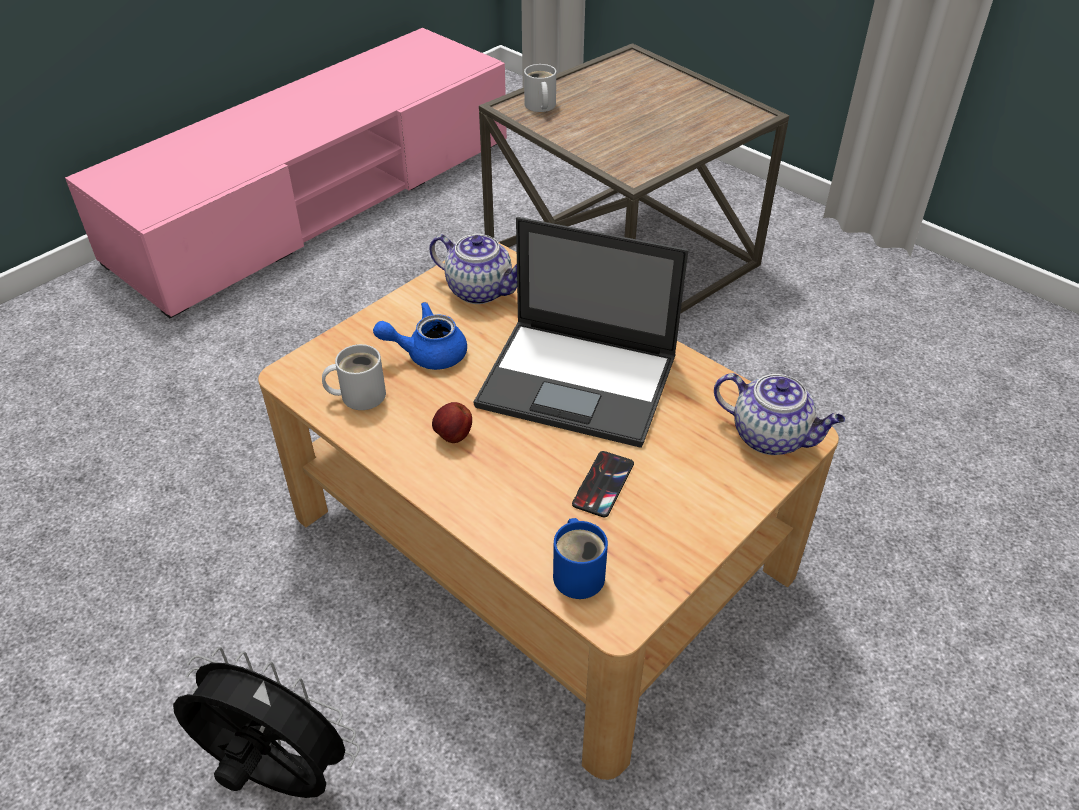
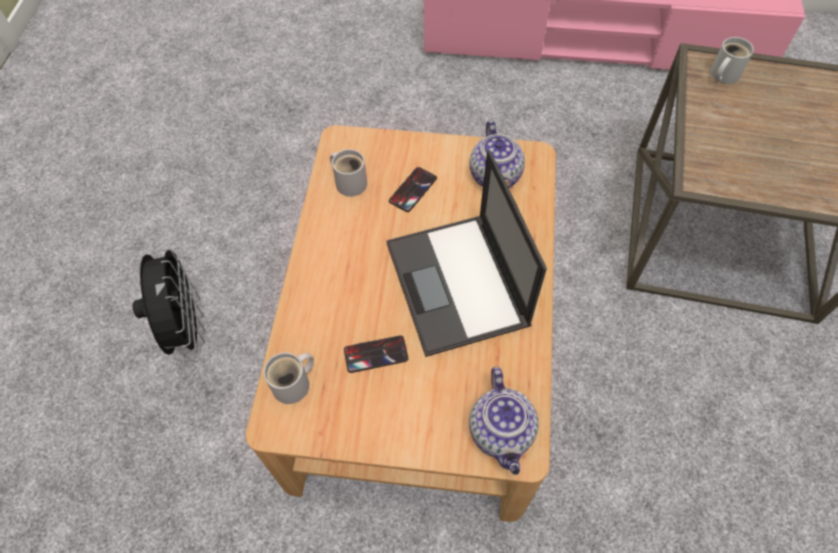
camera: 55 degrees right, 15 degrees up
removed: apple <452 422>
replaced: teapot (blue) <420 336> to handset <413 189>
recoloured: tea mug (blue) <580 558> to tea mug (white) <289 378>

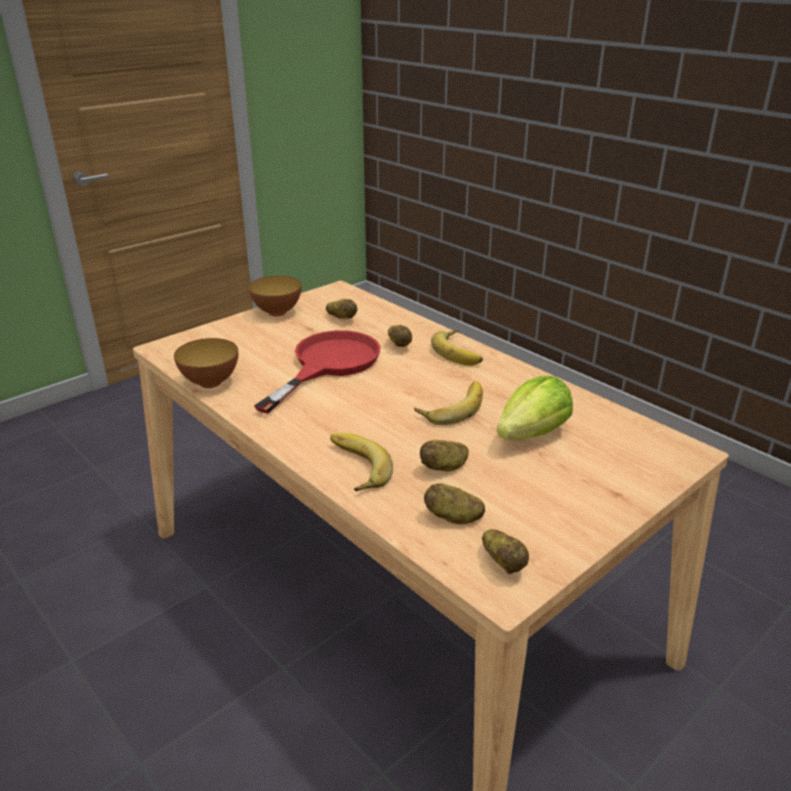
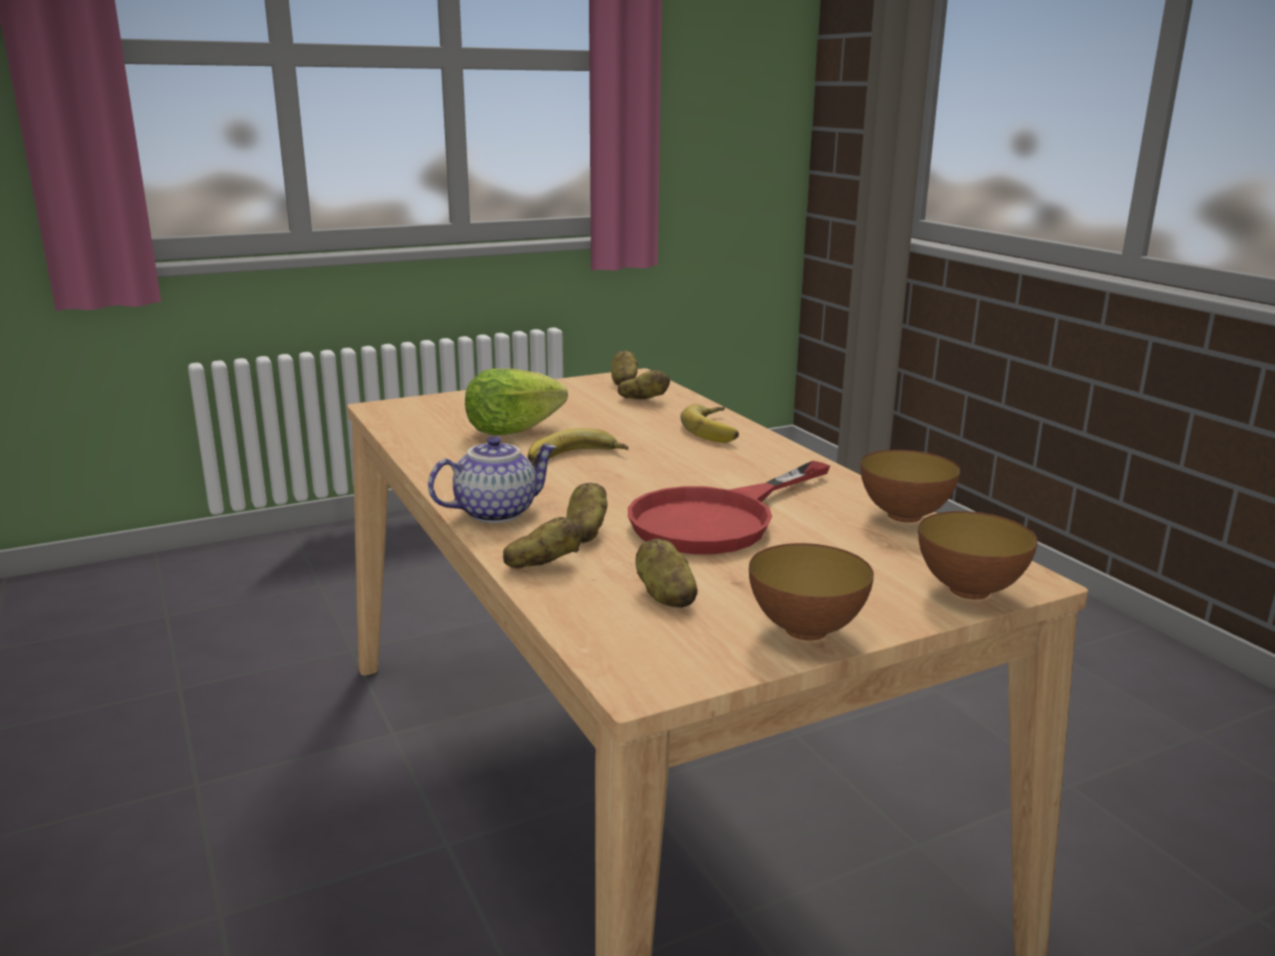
camera: 165 degrees left, 10 degrees down
added: serving bowl <978 555>
moved: whole potato <444 455> to <543 543>
replaced: banana fruit <457 347> to teapot <492 479>

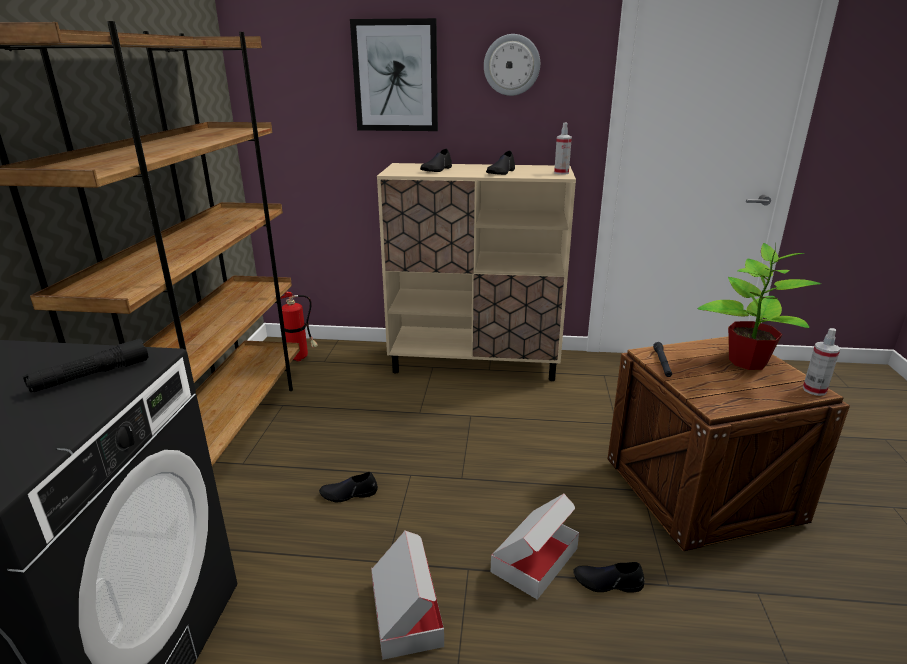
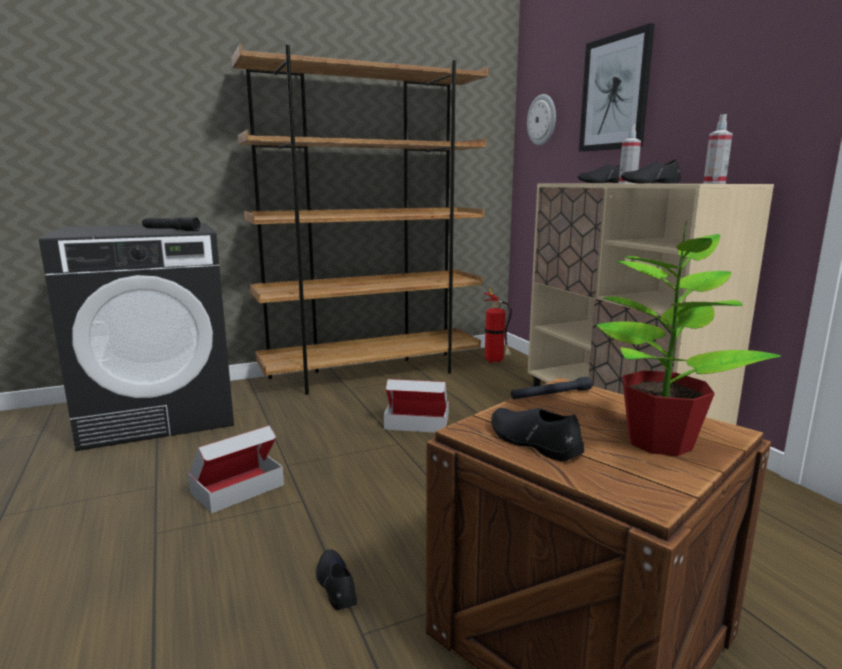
camera: 60 degrees right, 10 degrees down
moved: packing box <535 547> to <416 406>; item of footwear (black-coloured) <348 487> to <537 435>; wall clock <512 65> to <541 119>; hand sprayer <821 362> to <630 153>

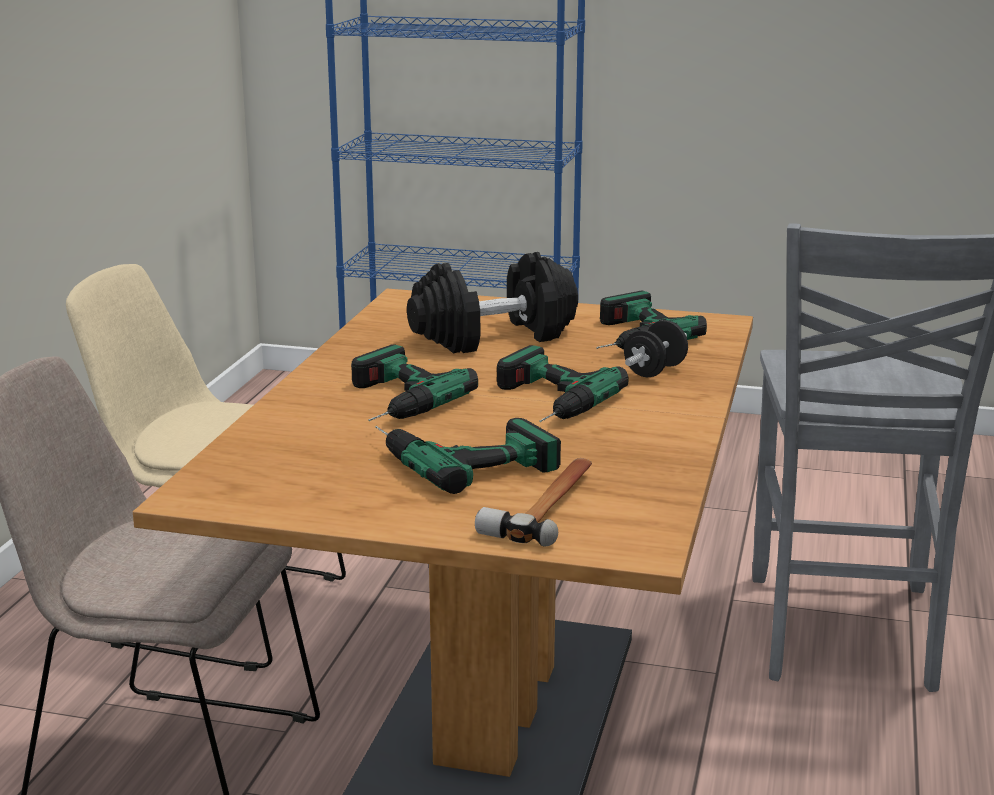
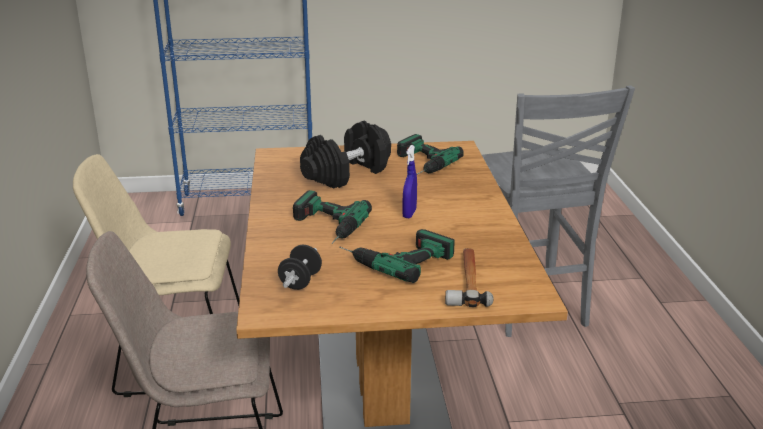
camera: 20 degrees left, 5 degrees up
moved: dumbbell (black-coloured) <656 348> to <300 267>
replaced: electric drill <562 383> to hand sprayer (blue) <409 181>

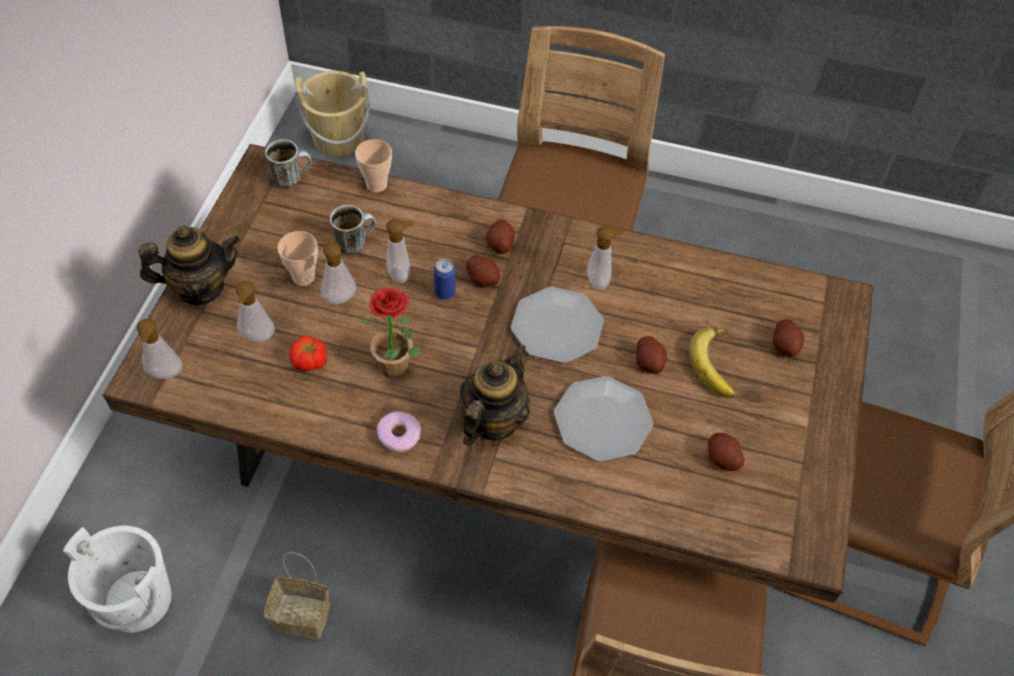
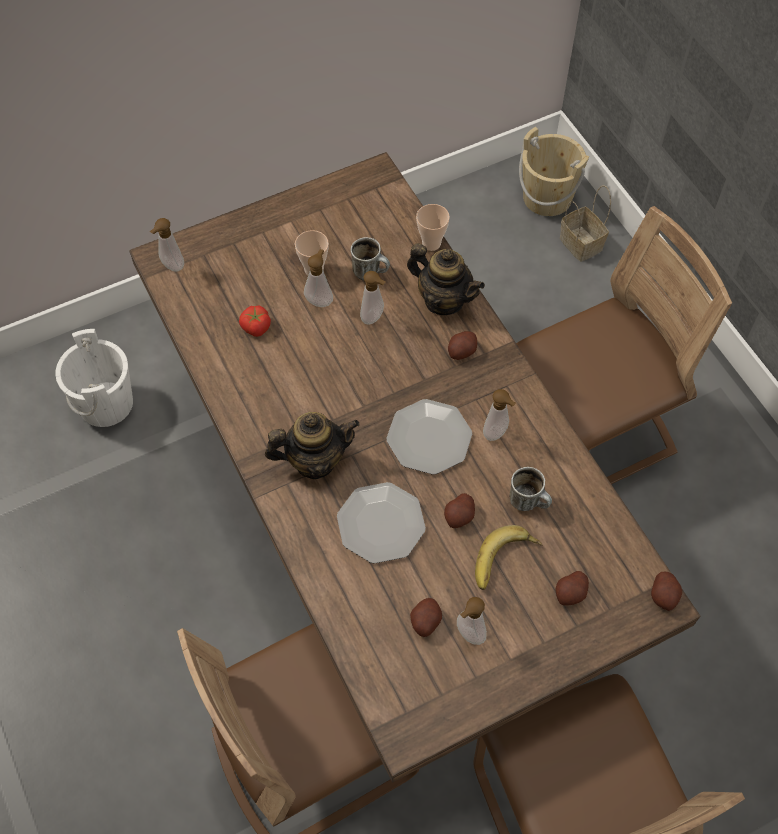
camera: 50 degrees right, 5 degrees up
removed: plant in a pot <390 333>; doughnut <399 431>; metal can <445 279>
moved: teapot <189 265> to <446 279>; soap bottle <255 311> to <472 621>; tea mug <288 163> to <530 489>; storage basket <297 595> to <585 223>; whole potato <483 271> to <666 591>

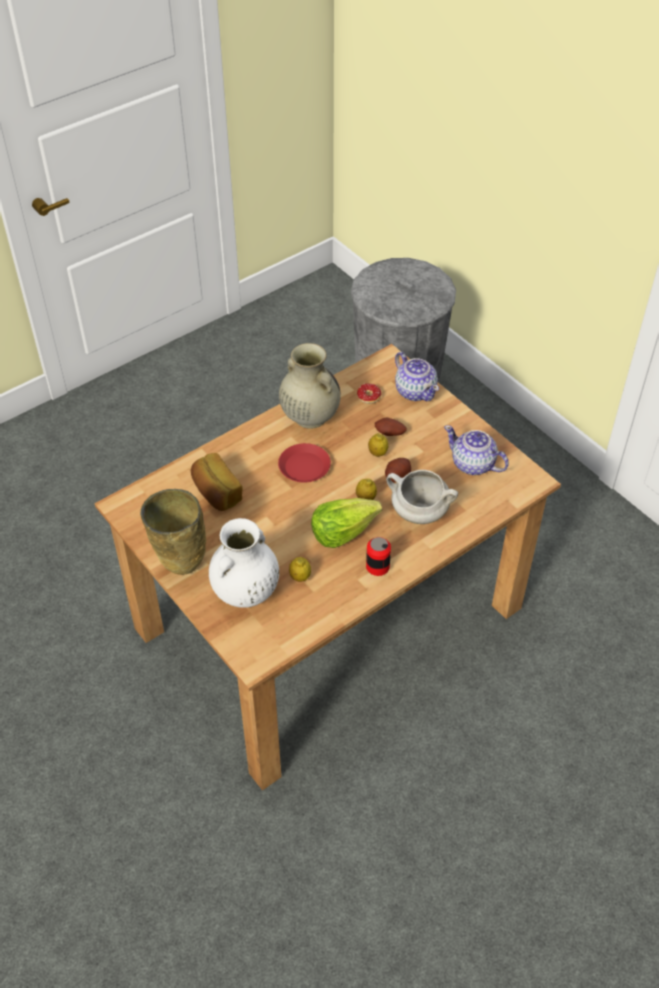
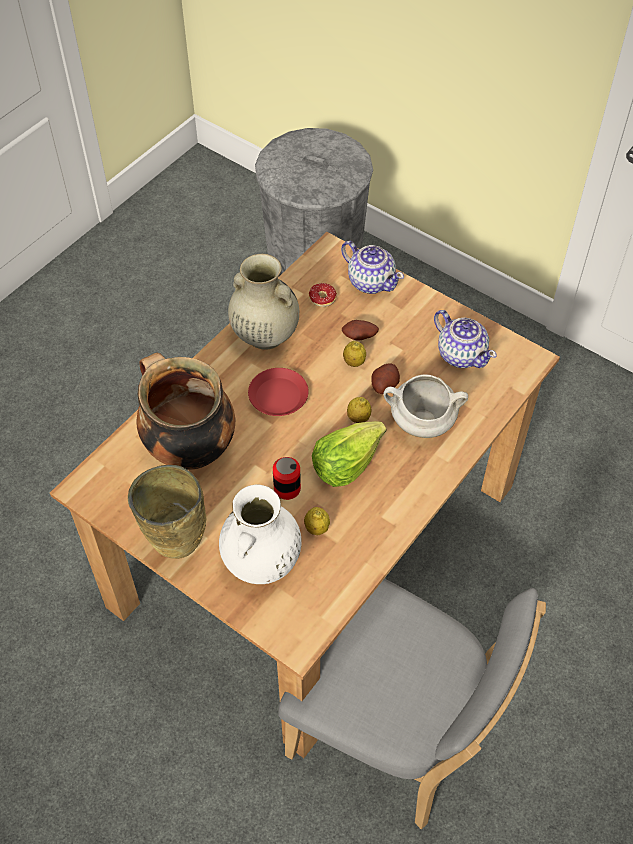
camera: 15 degrees left, 5 degrees up
added: upright chair (greyish) <412 703>
moved: metal can <378 556> to <287 478>
replaced: bakery bread <216 482> to cooking pot <185 411>
turned: teapot <476 450> = <465 339> 150 degrees counterclockwise

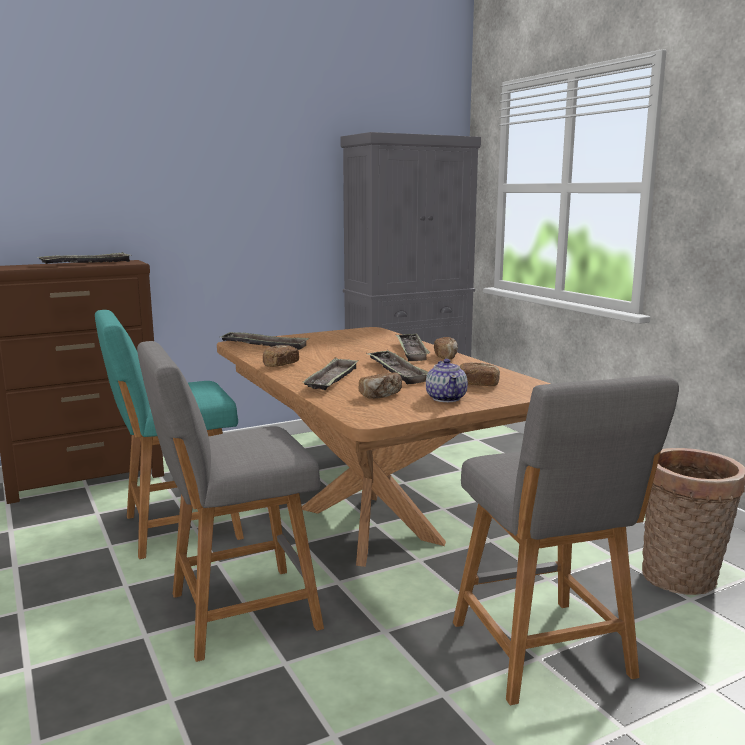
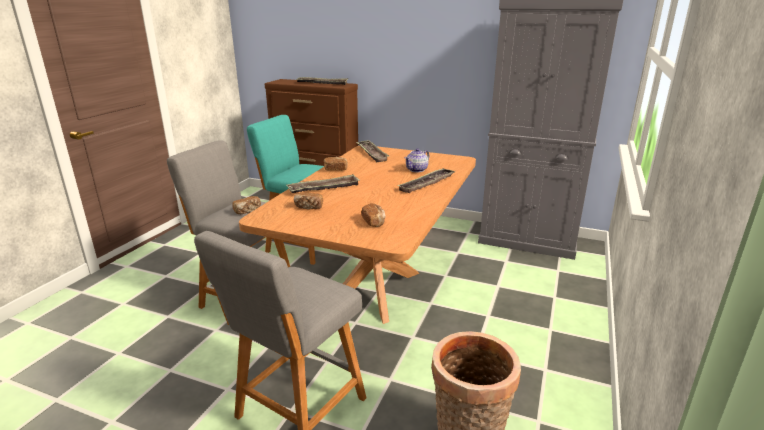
camera: 50 degrees right, 10 degrees up
removed: carrying tray <397 367>
moved: bakery bread <446 348> to <246 205>; teapot <447 380> to <417 160>

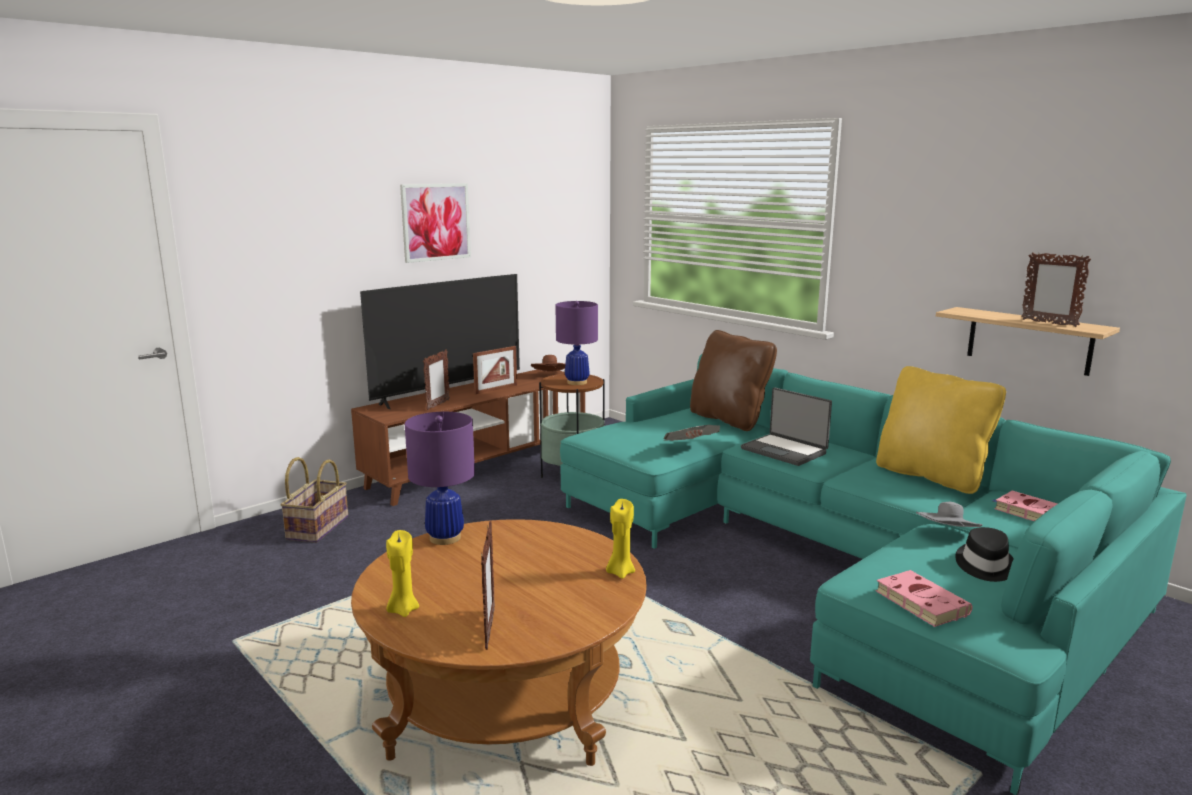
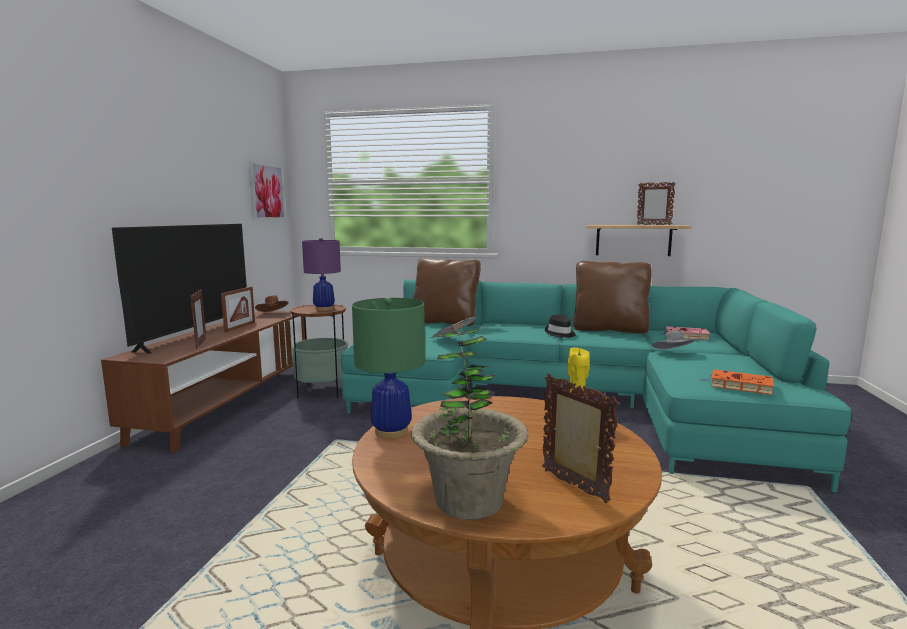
camera: 35 degrees left, 5 degrees down
removed: storage basket <314 500>; portable computer <786 426>
moved: wall art <435 223> to <267 190>; clothing hat (black-coloured) <984 554> to <560 326>
replaced: wax candle (yellowish) <402 573> to plant in a pot <470 423>
recoloured: tabletop lamp (purplish) <440 478> to tabletop lamp (greenish) <388 368>; cushion (yellowish) <941 430> to cushion (brown-coloured) <612 297>; bound book (pink) <924 598> to bound book (orange) <737 382>

